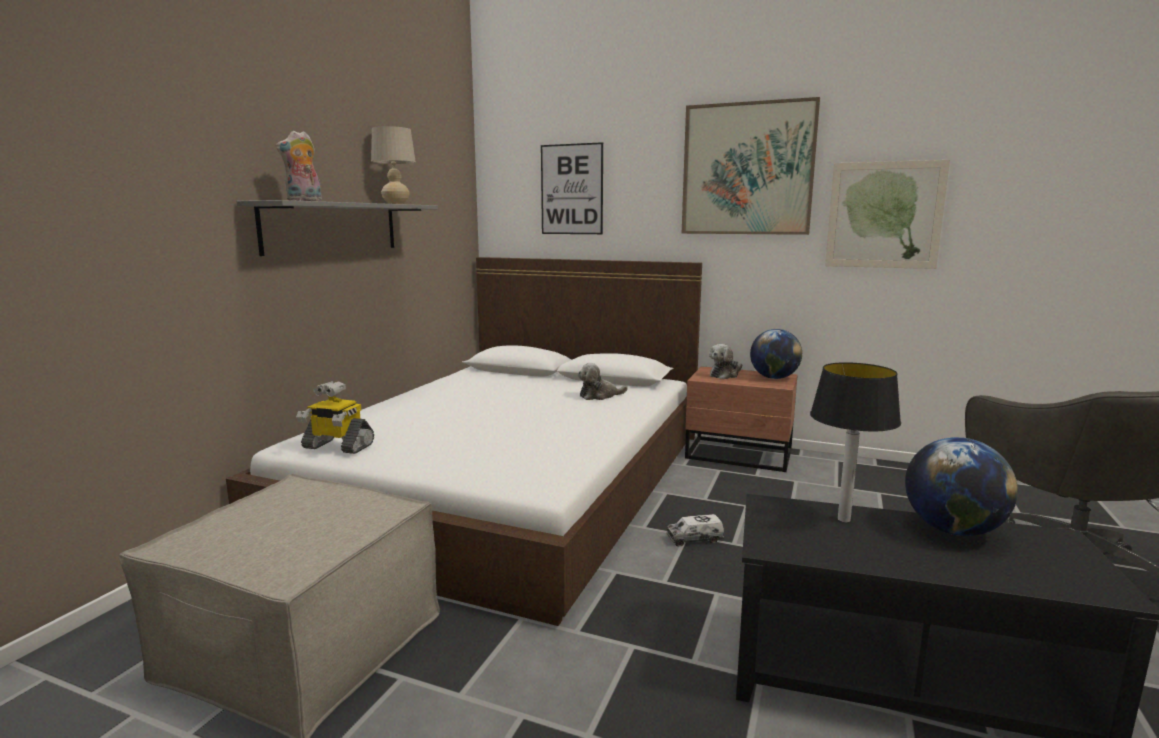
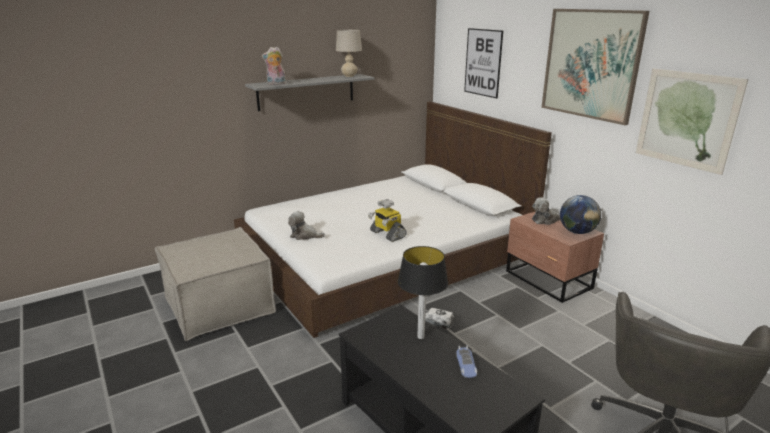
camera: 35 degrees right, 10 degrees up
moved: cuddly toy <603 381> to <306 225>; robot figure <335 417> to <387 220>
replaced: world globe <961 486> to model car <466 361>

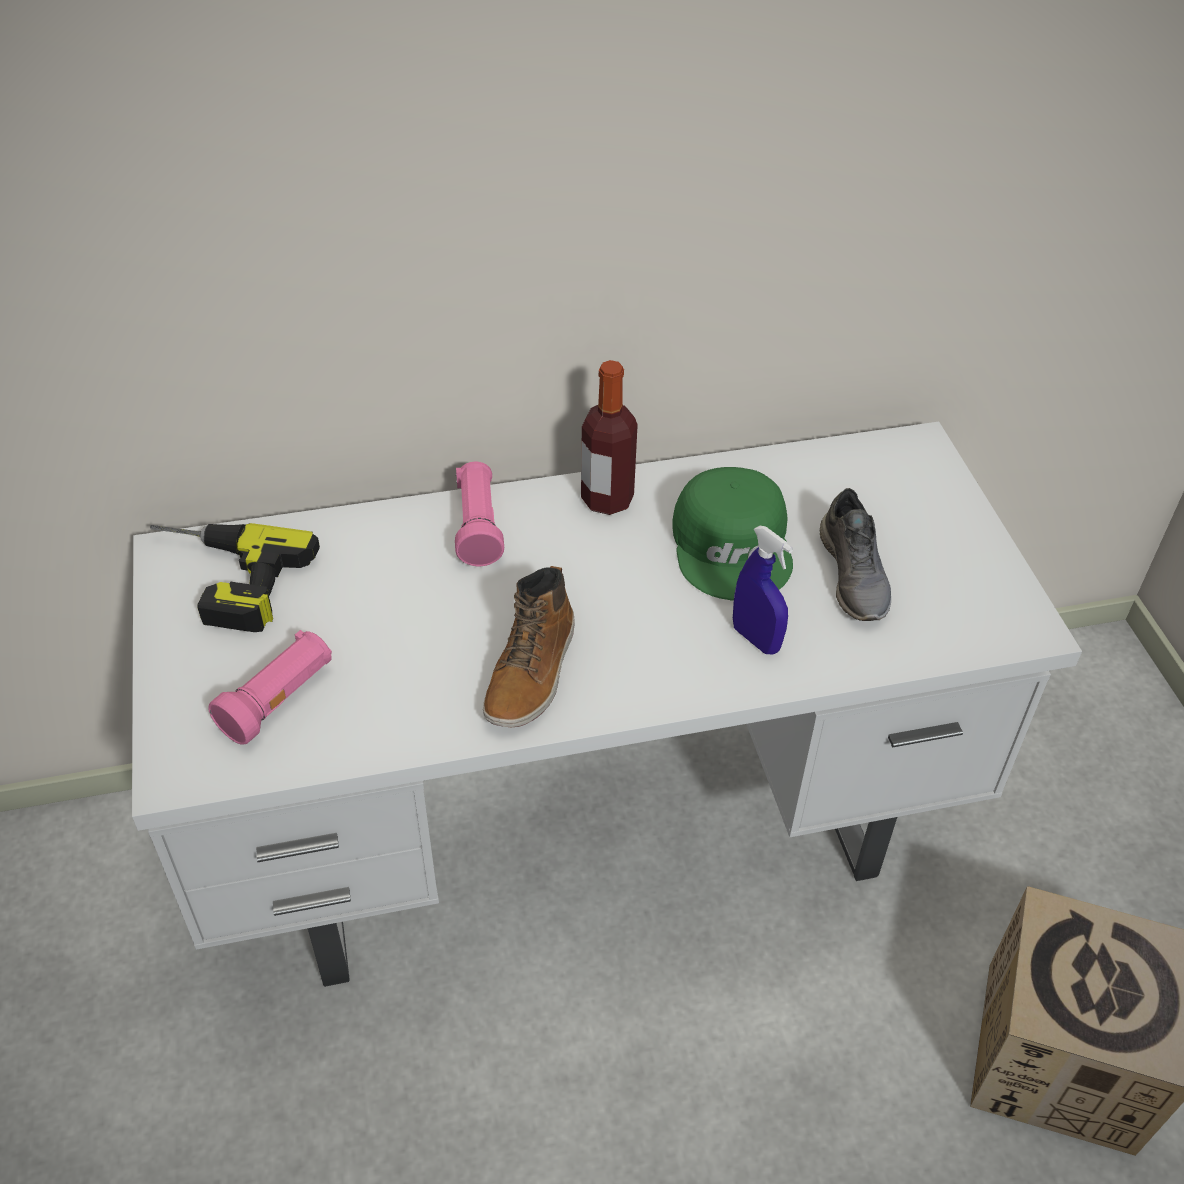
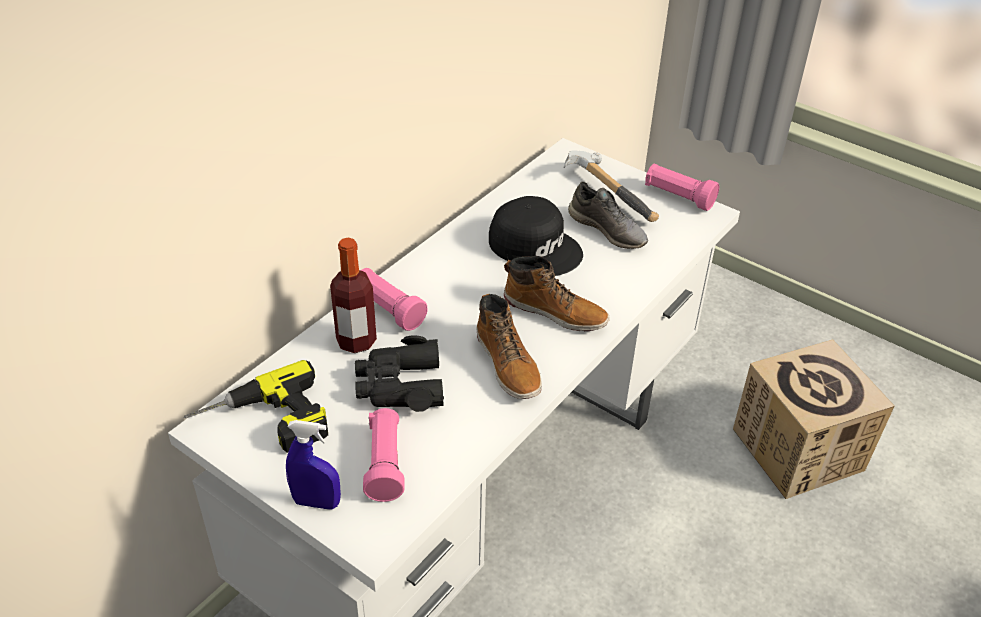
camera: 40 degrees left, 5 degrees down
added: pair of binoculars (black-coloured) <399 374>; high-top boot <556 293>; hammer <611 186>; flashlight (pink) <682 187>
moved: hand sprayer (blue) <763 590> to <313 465>; beverage bottle <609 437> to <353 295>
recoloured: cap (greenish) <733 534> to cap (black-coloured) <536 236>

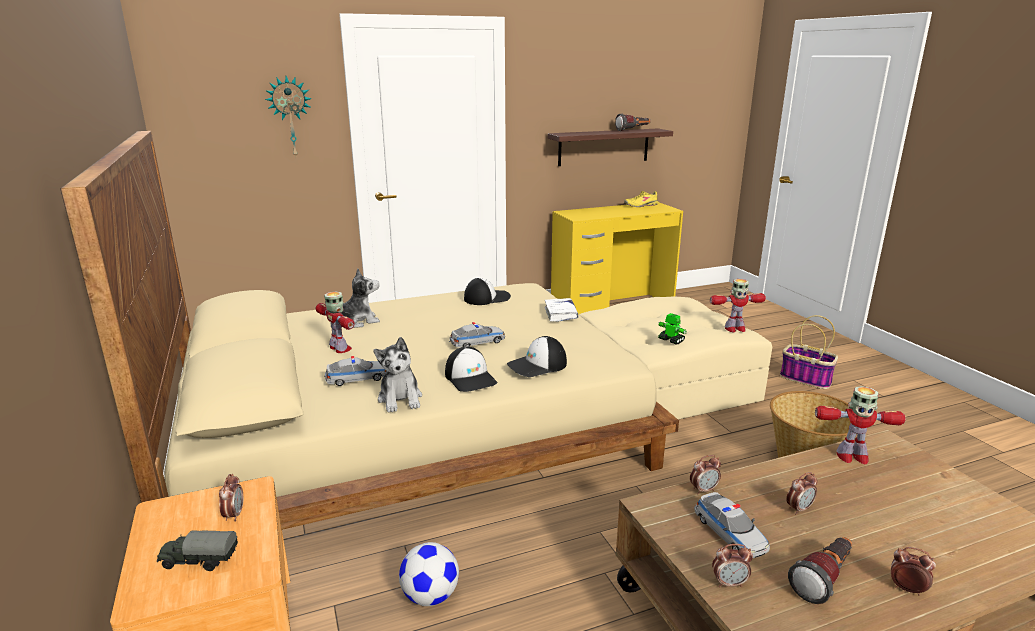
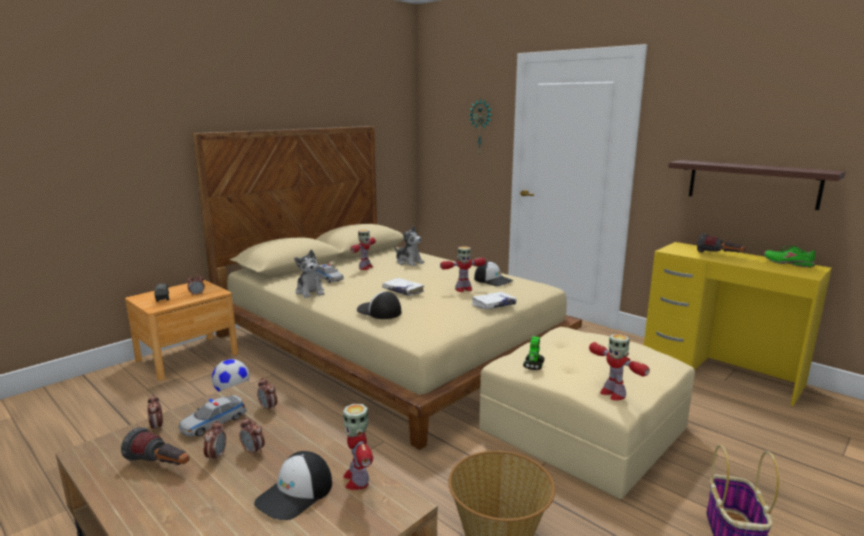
camera: 65 degrees right, 5 degrees down
added: robot figure <463 269>
moved: alarm clock <913 571> to <214 441>; cap <471 369> to <293 485>; flashlight <633 122> to <721 243>
replaced: model car <477 335> to bound book (white) <403 287>
recoloured: item of footwear (yellowish) <641 199> to item of footwear (greenish) <789 257>
turned: cuddly toy <398 375> = <309 274> 75 degrees counterclockwise

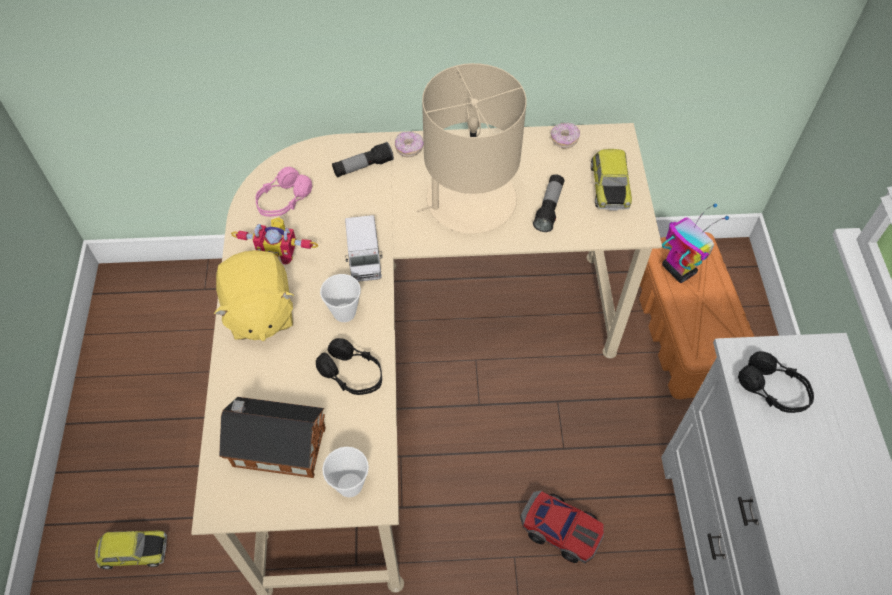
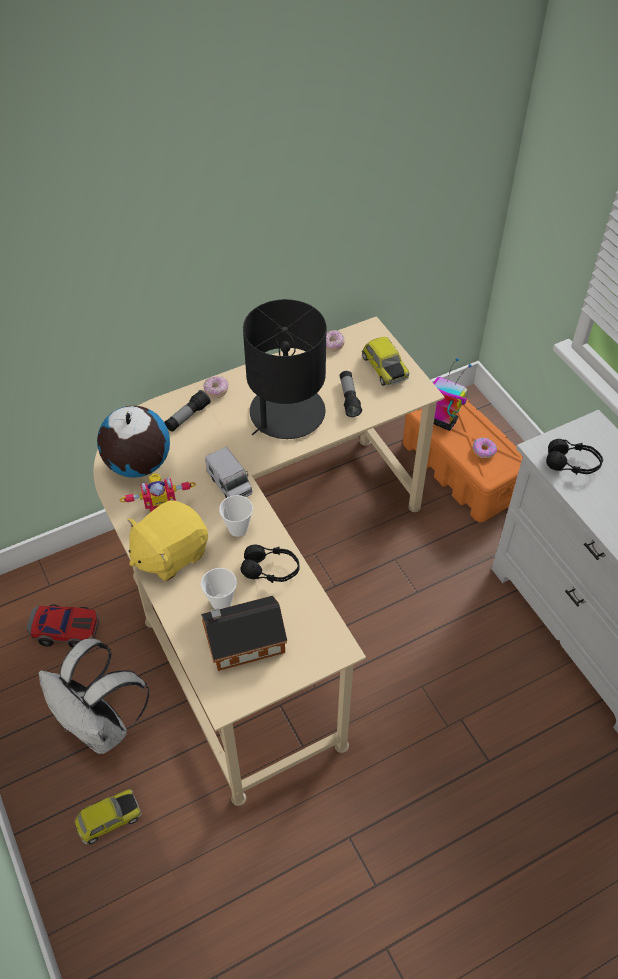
camera: 25 degrees left, 5 degrees down
added: backpack (white) <94 696>; doughnut <484 448>
moved: model car <562 527> to <62 626>; drinking cup <345 472> to <219 588>
replaced: headphones (pink) <284 192> to world globe <133 442>
recoloured: tabletop lamp (beige) <472 148> to tabletop lamp (black-coloured) <285 369>
turned: cuddly toy (yellowish) <254 295> = <168 540> 90 degrees clockwise

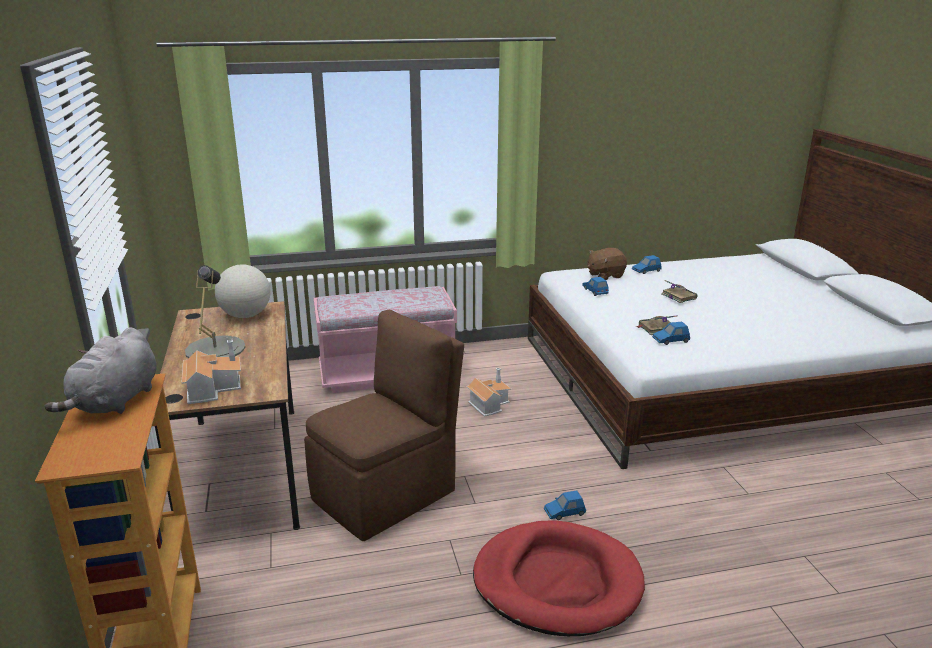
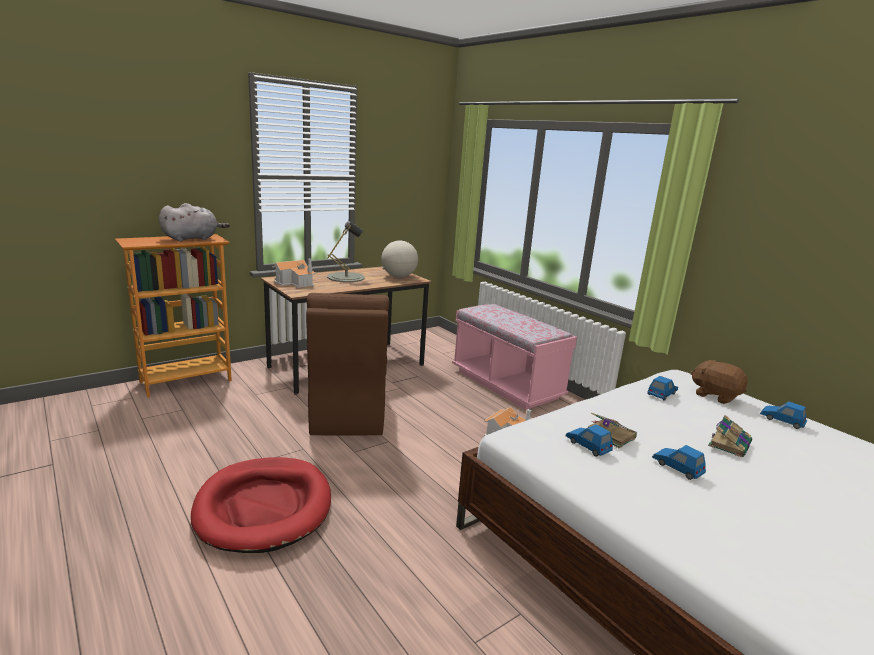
camera: 65 degrees right, 5 degrees down
moved: model car (blue) <565 505> to <679 462>
turned: cuddly toy (greyish) <101 370> = <194 222> 150 degrees clockwise; upright chair (brown-coloured) <384 425> = <347 364> 60 degrees clockwise

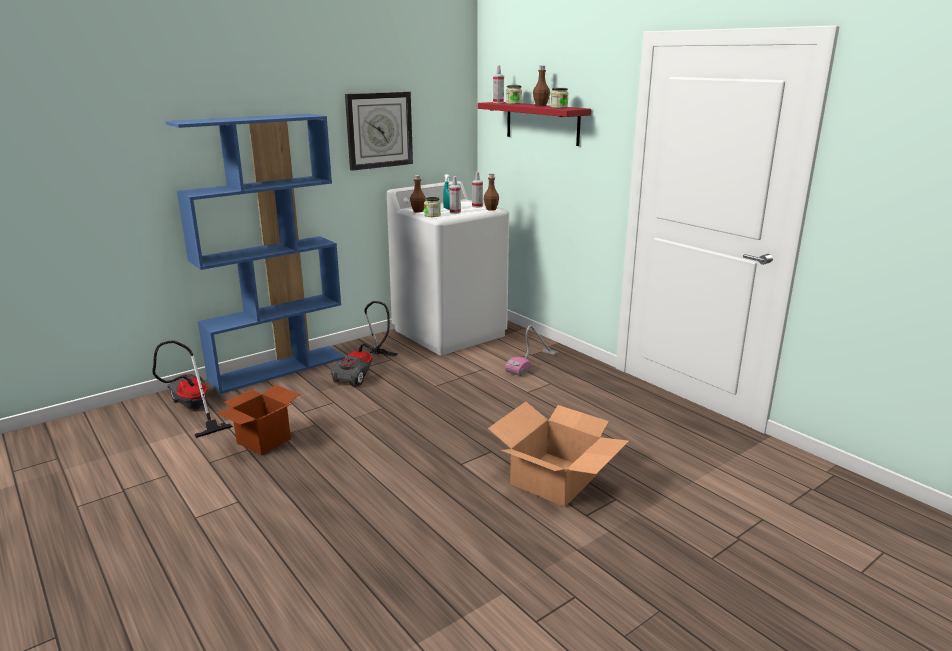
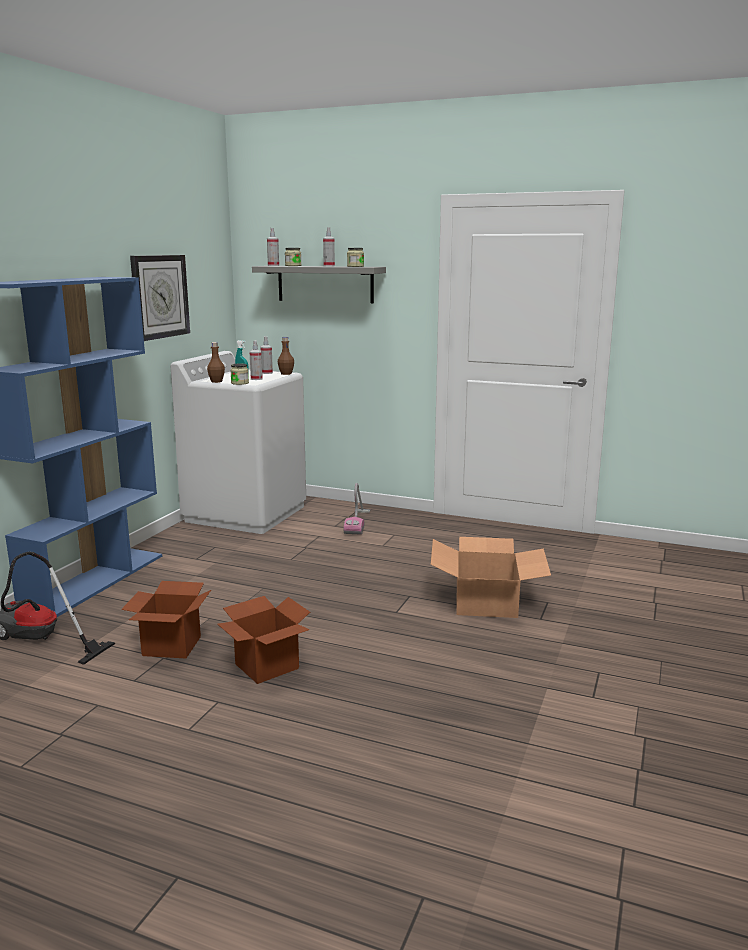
camera: 30 degrees left, 5 degrees down
removed: vacuum cleaner <364 343>
added: packing box <263 640>
replaced: beverage bottle (brown-coloured) <541 86> to hand sprayer <329 246>
recoloured: wall shelf (reddish) <534 124> to wall shelf (greyish) <319 284>

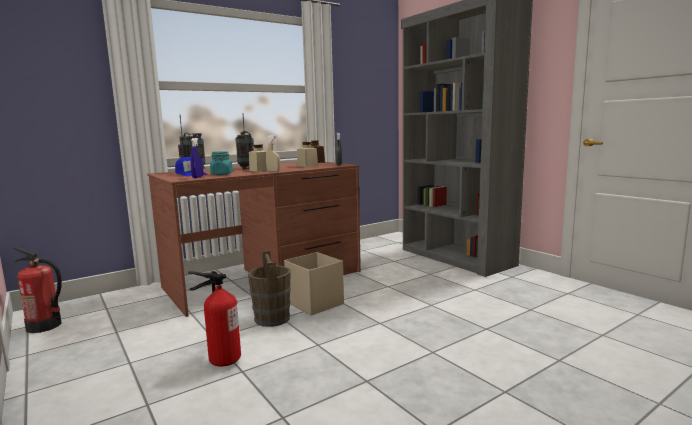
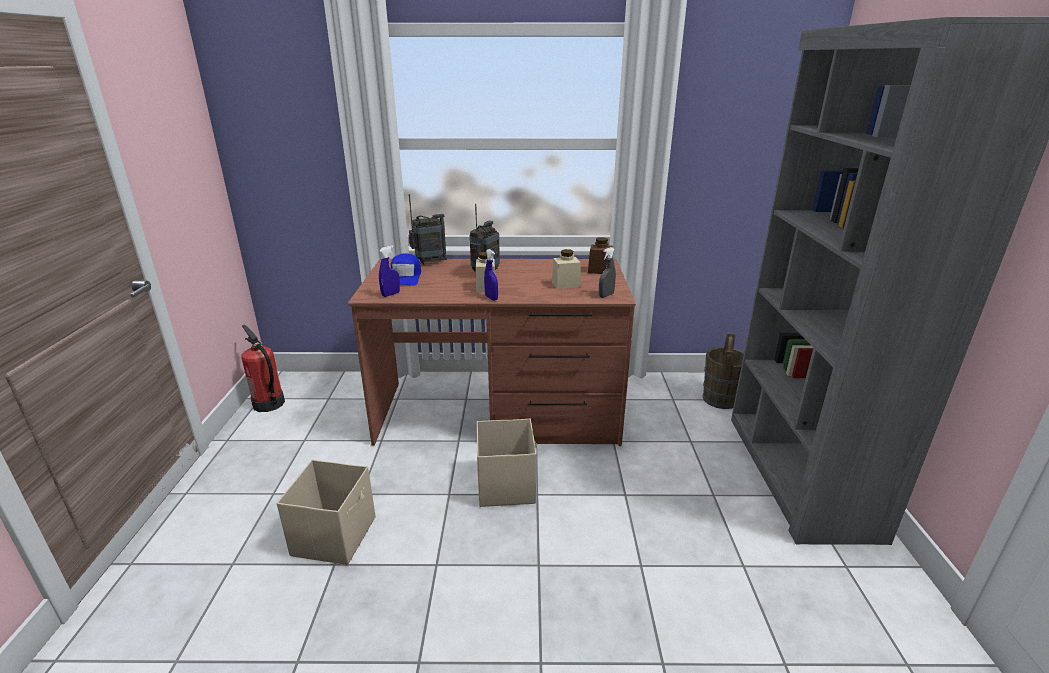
camera: 35 degrees right, 15 degrees up
removed: jar (turquoise) <221 163>
moved: bucket (brown-coloured) <269 288> to <723 371>
replaced: fire extinguisher <214 319> to storage box (beige) <326 512>
recoloured: hand sprayer (beige) <273 153> to hand sprayer (blue) <491 275>

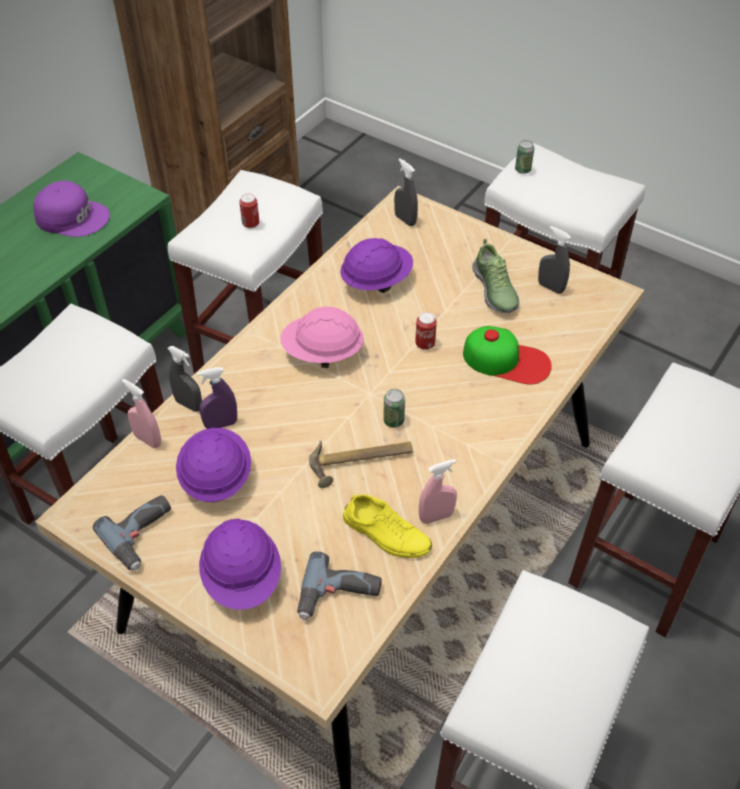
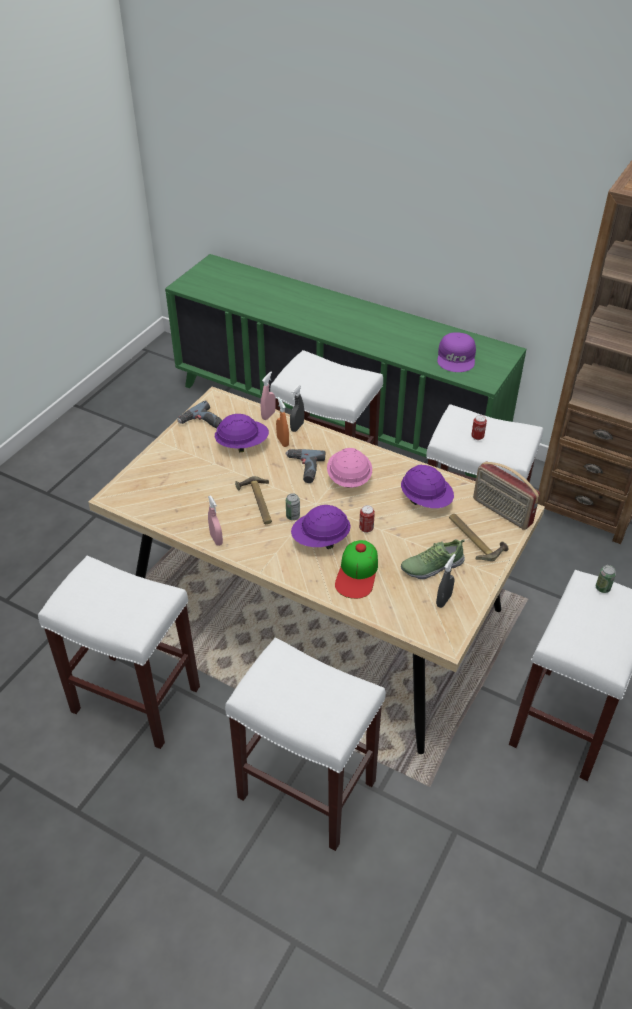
camera: 85 degrees right, 5 degrees down
removed: item of footwear (yellowish) <387 526>
added: hammer <479 537>
moved: electric drill <339 585> to <305 466>; hard hat (purplish) <240 564> to <321 527>
replaced: hand sprayer (greyish) <406 192> to radio receiver <506 495>
recoloured: hand sprayer (purplish) <217 398> to hand sprayer (orange) <282 422>

